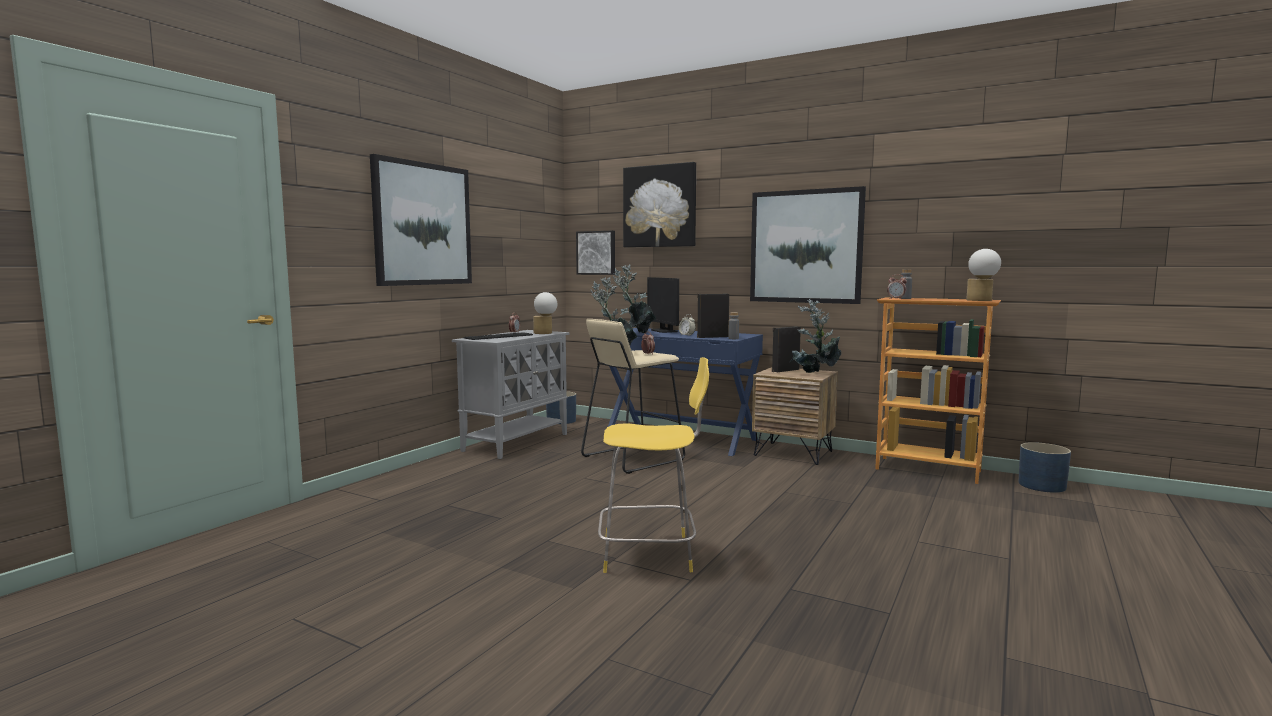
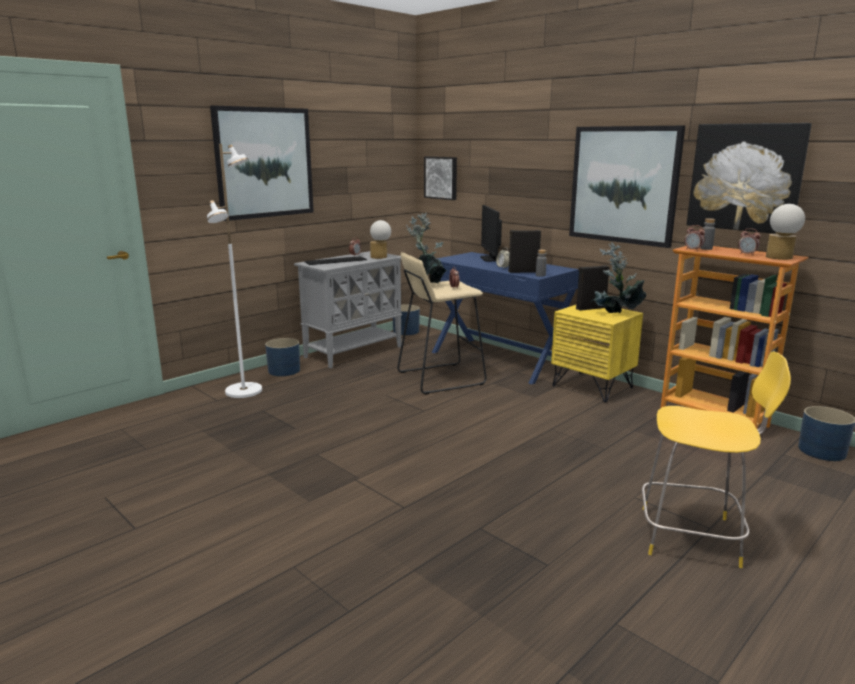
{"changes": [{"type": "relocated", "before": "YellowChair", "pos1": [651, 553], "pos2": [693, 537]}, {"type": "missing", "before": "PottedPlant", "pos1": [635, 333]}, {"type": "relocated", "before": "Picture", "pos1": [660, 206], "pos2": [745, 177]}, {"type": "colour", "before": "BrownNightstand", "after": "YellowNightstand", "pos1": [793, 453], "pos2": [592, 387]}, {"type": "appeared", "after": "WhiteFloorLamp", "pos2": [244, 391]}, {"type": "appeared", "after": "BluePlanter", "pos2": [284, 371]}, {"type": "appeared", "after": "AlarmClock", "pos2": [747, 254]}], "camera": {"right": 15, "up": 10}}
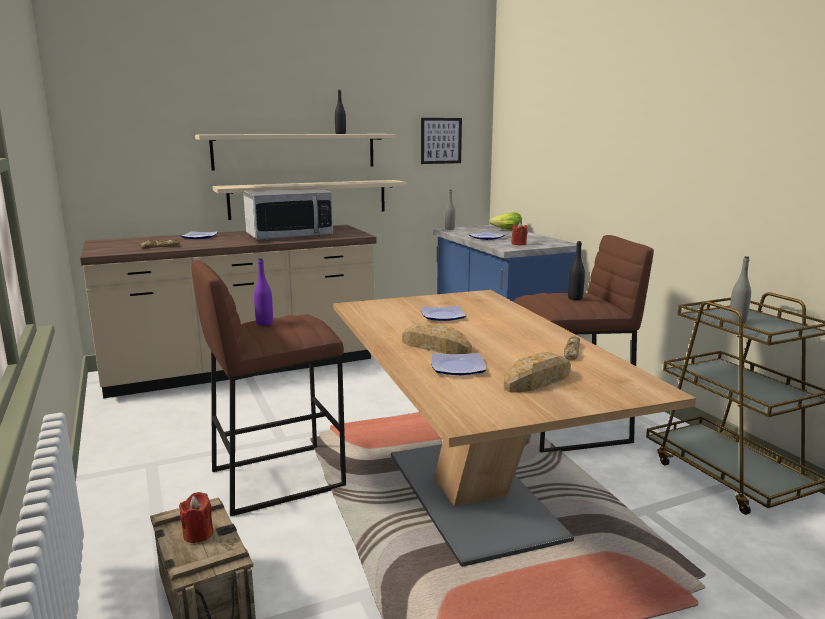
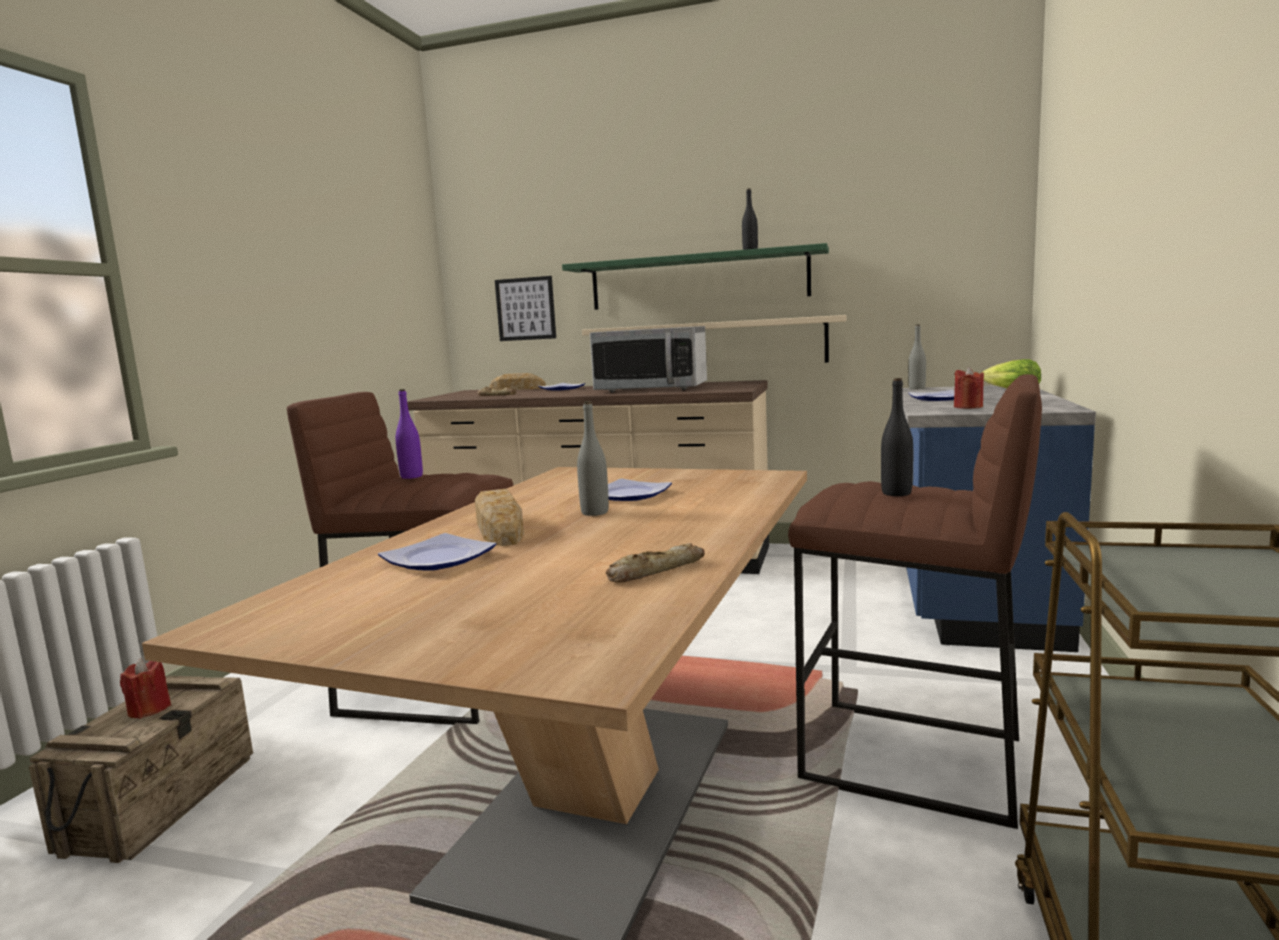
{"changes": [{"type": "colour", "before": "BeigeShelf", "after": "GreenShelf", "pos1": [295, 151], "pos2": [698, 280]}, {"type": "relocated", "before": "Picture", "pos1": [441, 140], "pos2": [525, 309]}, {"type": "relocated", "before": "Bread", "pos1": [538, 380], "pos2": [517, 389]}, {"type": "relocated", "before": "GreyBottle", "pos1": [737, 321], "pos2": [594, 512]}], "camera": {"right": 40, "up": -5}}
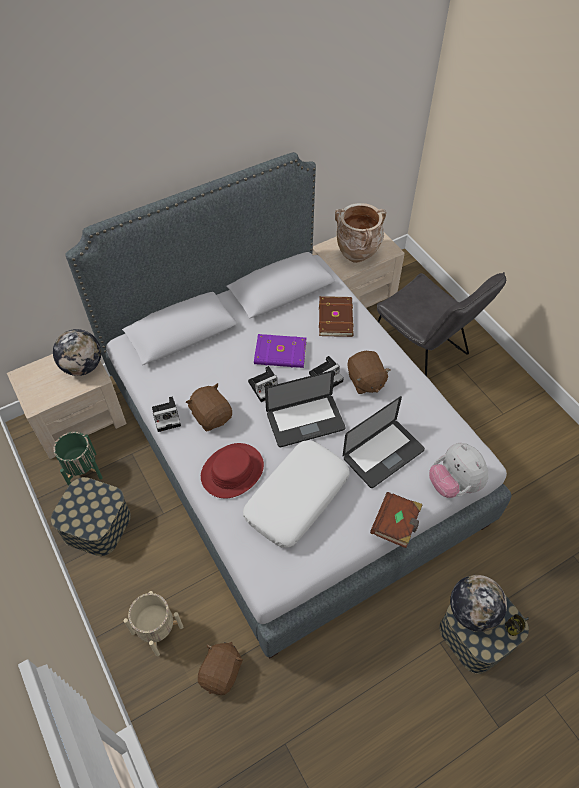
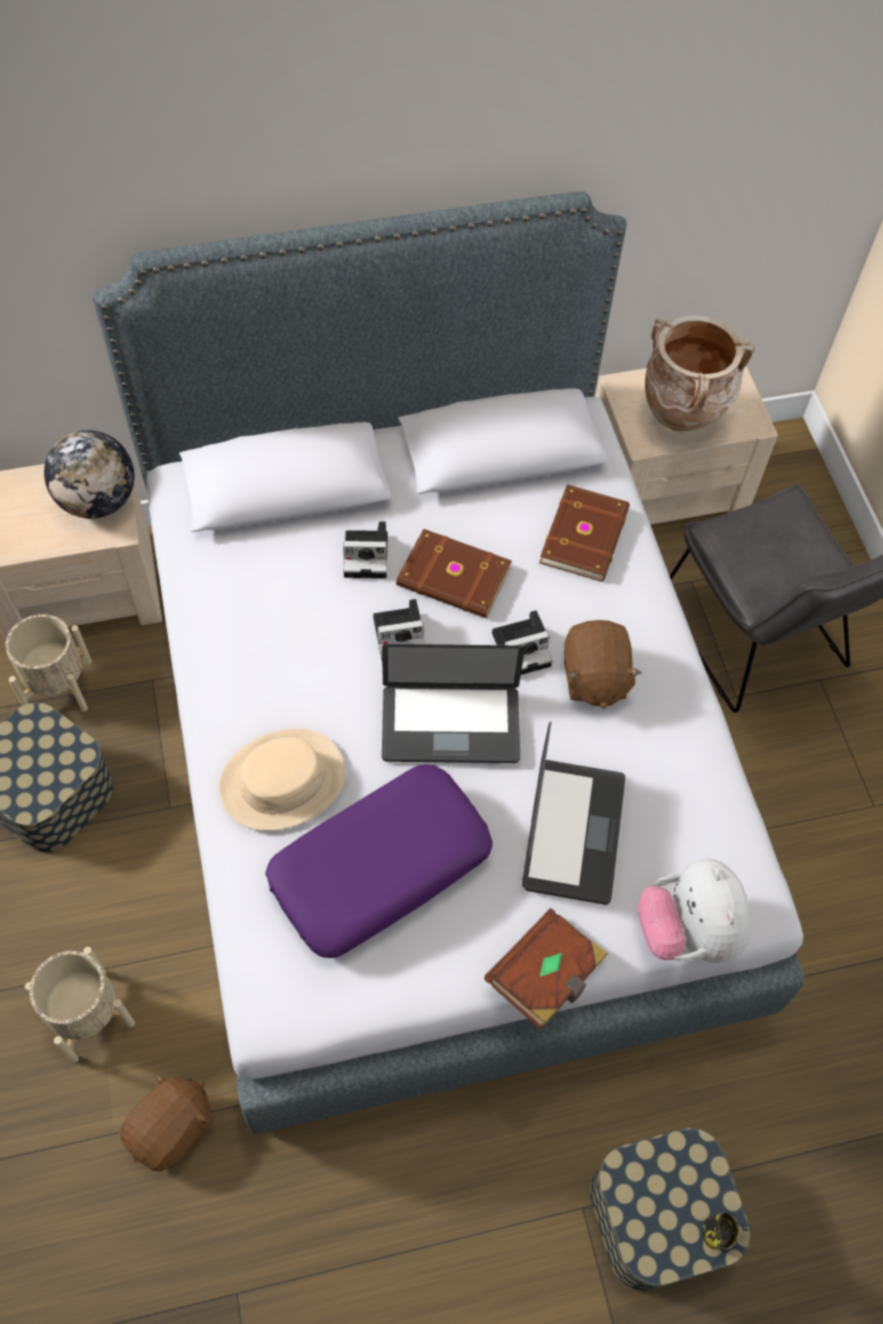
{"changes": [{"type": "colour", "before": "GreenPlanter", "after": "BeigePlanter", "pos1": [82, 470], "pos2": [58, 686]}, {"type": "relocated", "before": "PhotoCamera", "pos1": [167, 416], "pos2": [368, 555]}, {"type": "missing", "before": "BrownPlushToy", "pos1": [211, 416]}, {"type": "colour", "before": "RedHat", "after": "BeigeHat", "pos1": [232, 471], "pos2": [282, 780]}, {"type": "colour", "before": "WhitePillow", "after": "PurplePillow", "pos1": [296, 497], "pos2": [380, 866]}, {"type": "colour", "before": "PurpleBook", "after": "BrownBook", "pos1": [280, 354], "pos2": [453, 579]}, {"type": "spun", "before": "Laptop", "pos1": [383, 454], "pos2": [573, 832], "turn": -60}, {"type": "missing", "before": "Globe", "pos1": [472, 611]}], "camera": {"right": 15, "up": 5}}
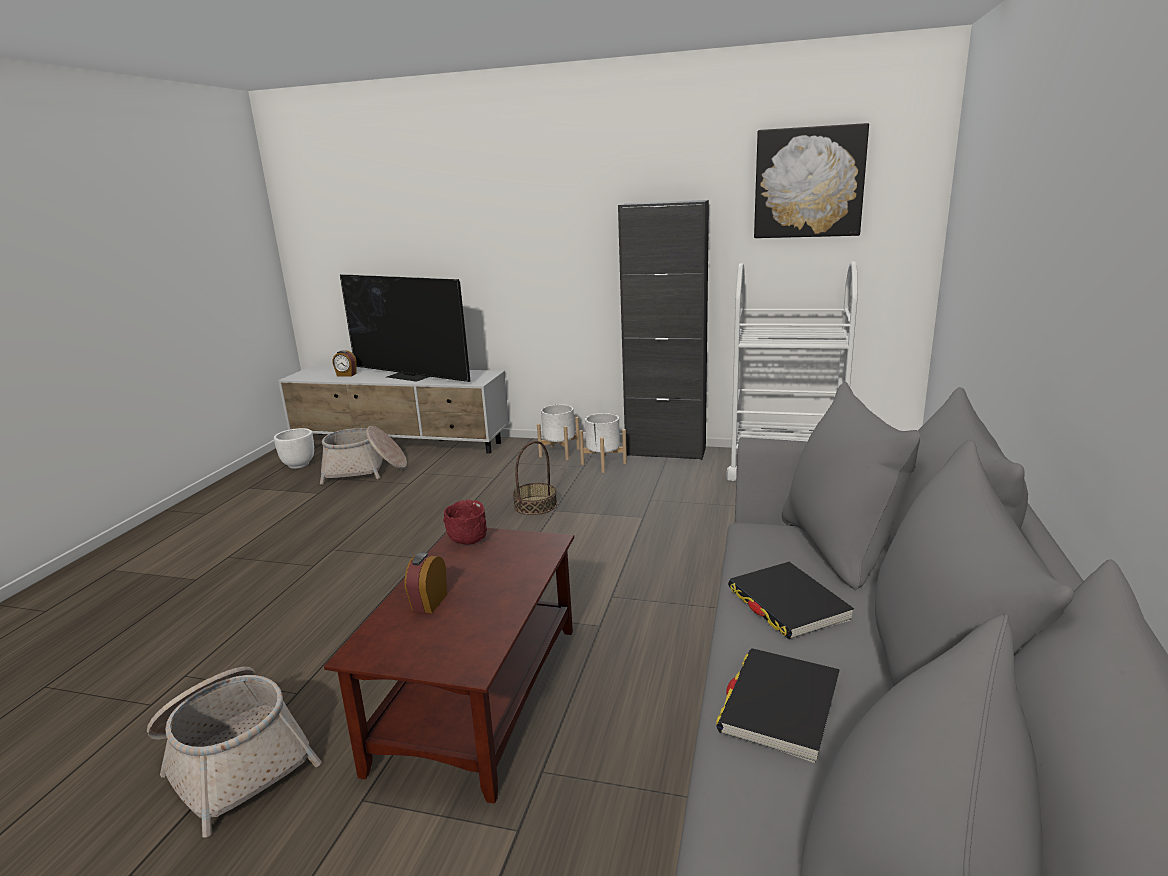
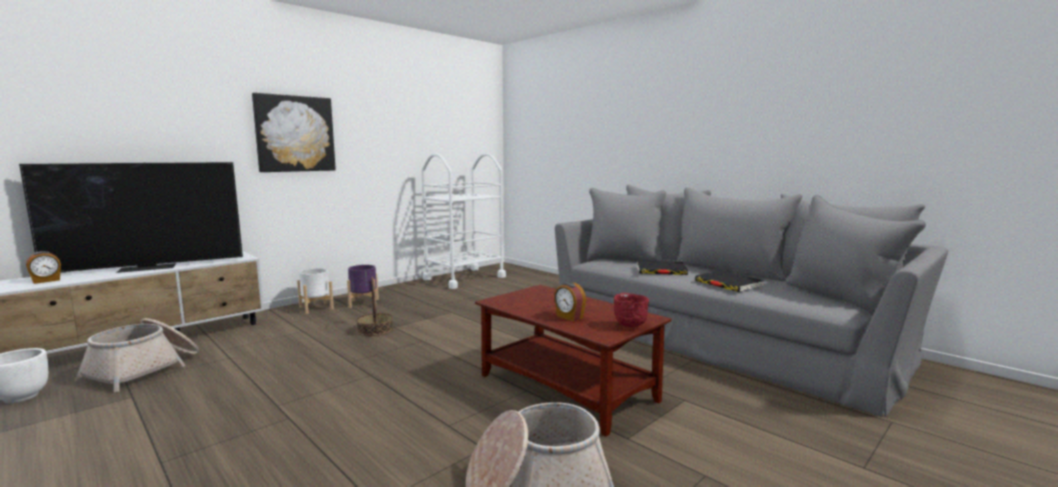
{"changes": [{"type": "relocated", "before": "RedBowl", "pos1": [468, 541], "pos2": [629, 326]}, {"type": "colour", "before": "WhitePlanter", "after": "PurplePlanter", "pos1": [603, 463], "pos2": [363, 303]}, {"type": "missing", "before": "BlackCabinet", "pos1": [665, 452]}, {"type": "relocated", "before": "Picture", "pos1": [808, 183], "pos2": [295, 134]}], "camera": {"right": -60, "up": -10}}
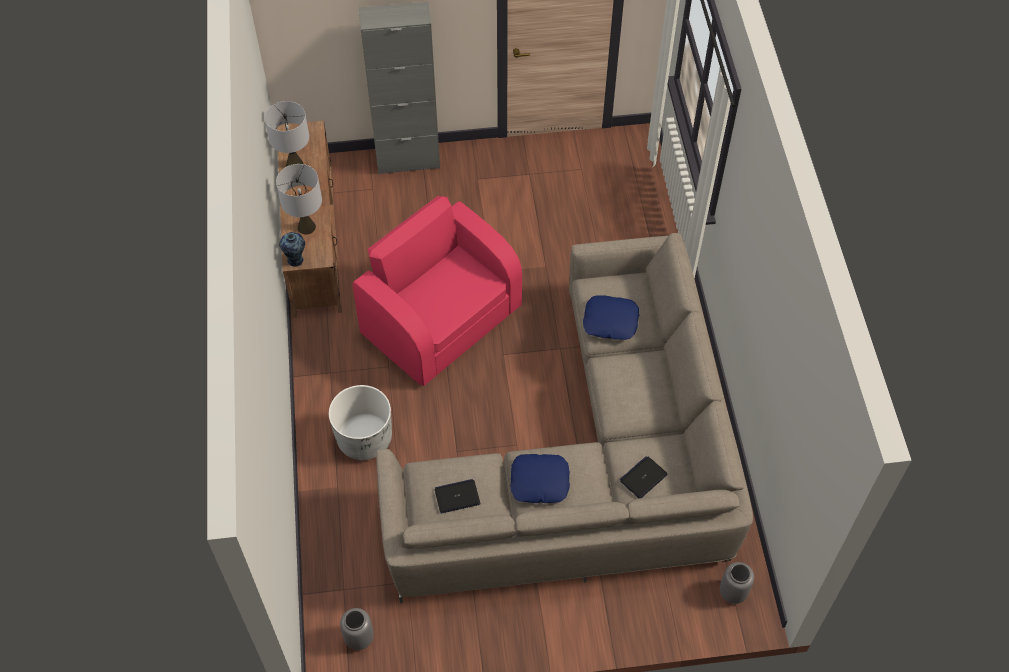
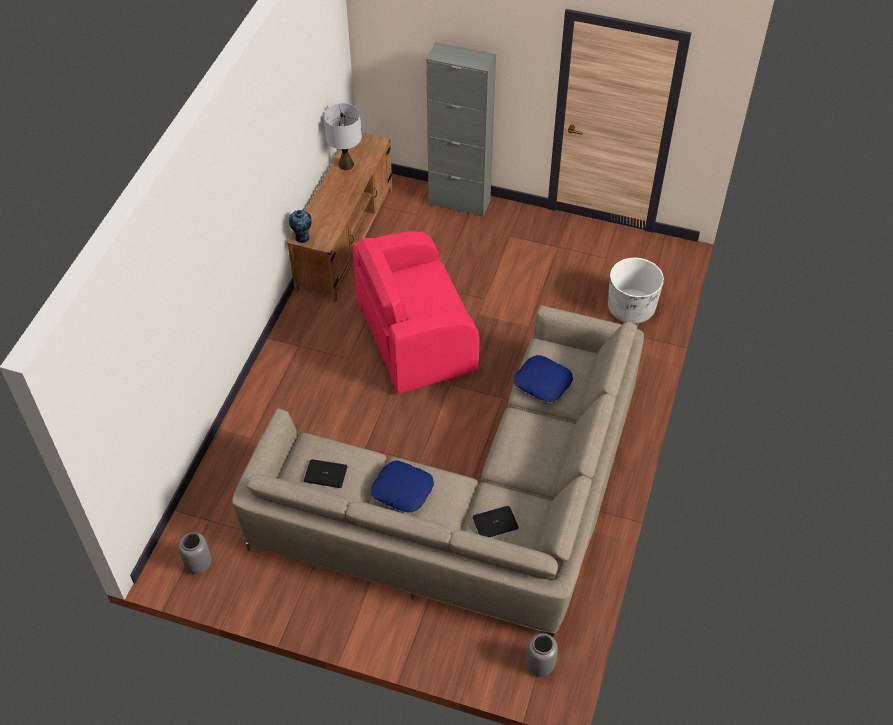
{"changes": [{"type": "missing", "before": "GreyTableLamp", "pos1": [306, 227]}, {"type": "relocated", "before": "WhitePlanter", "pos1": [364, 438], "pos2": [631, 308]}, {"type": "spun", "before": "PinkArmchair", "pos1": [441, 319], "pos2": [414, 337], "turn": -90}], "camera": {"right": 25, "up": -5}}
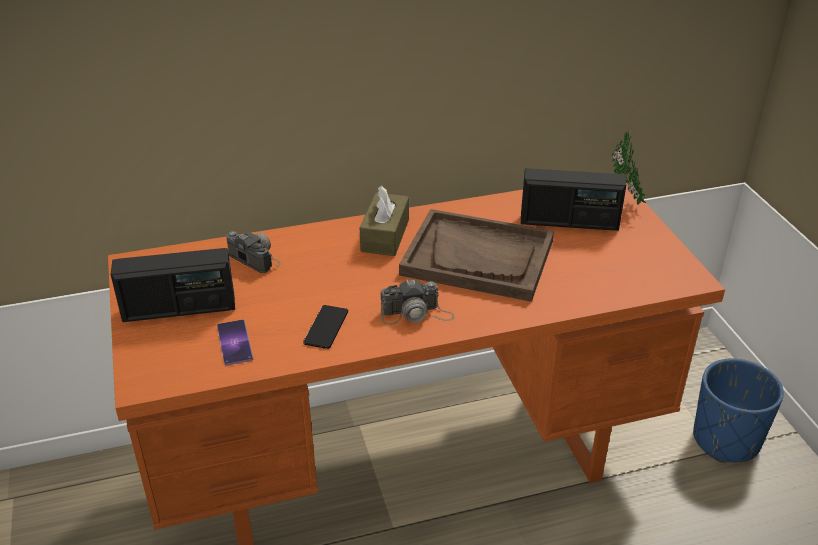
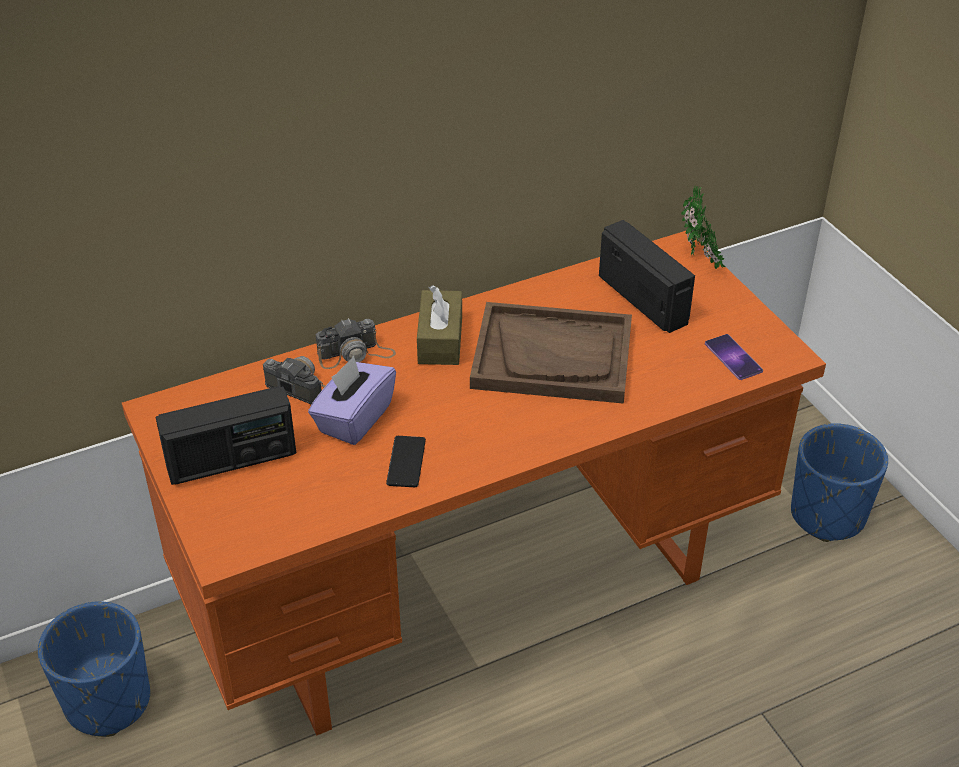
{"changes": [{"type": "relocated", "before": "Phone", "pos1": [234, 342], "pos2": [733, 357]}, {"type": "relocated", "before": "PhotoCamera", "pos1": [416, 314], "pos2": [355, 354]}, {"type": "spun", "before": "Radio", "pos1": [569, 222], "pos2": [643, 299], "turn": -120}, {"type": "appeared", "after": "BluePlanter", "pos2": [108, 701]}, {"type": "appeared", "after": "PurpleTissueBox", "pos2": [354, 419]}], "camera": {"right": -10, "up": 5}}
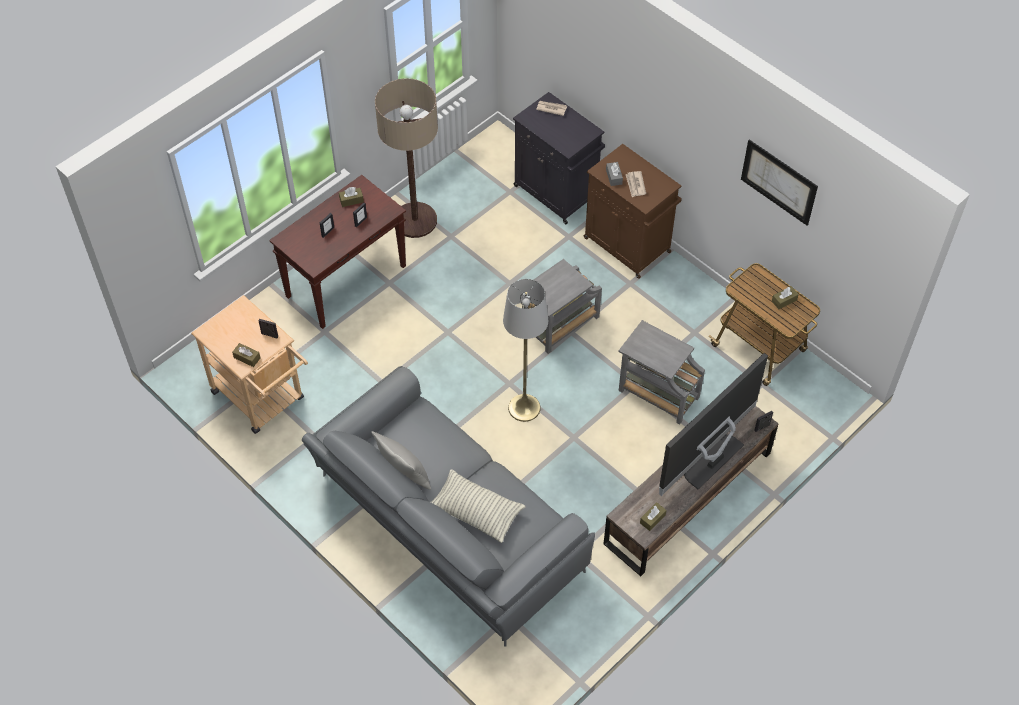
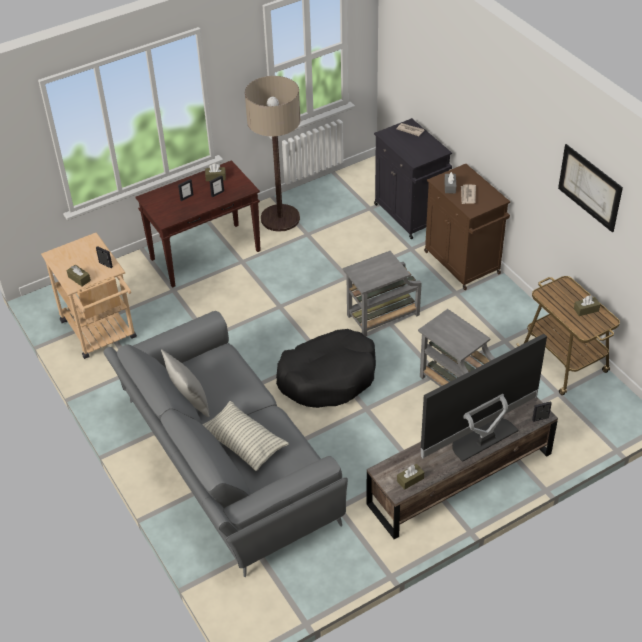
{"changes": [{"type": "exchanged", "before": "GreyFloorLamp", "after": "BlackDogBed", "pos1": [524, 408], "pos2": [328, 377]}], "camera": {"right": 15, "up": -10}}
